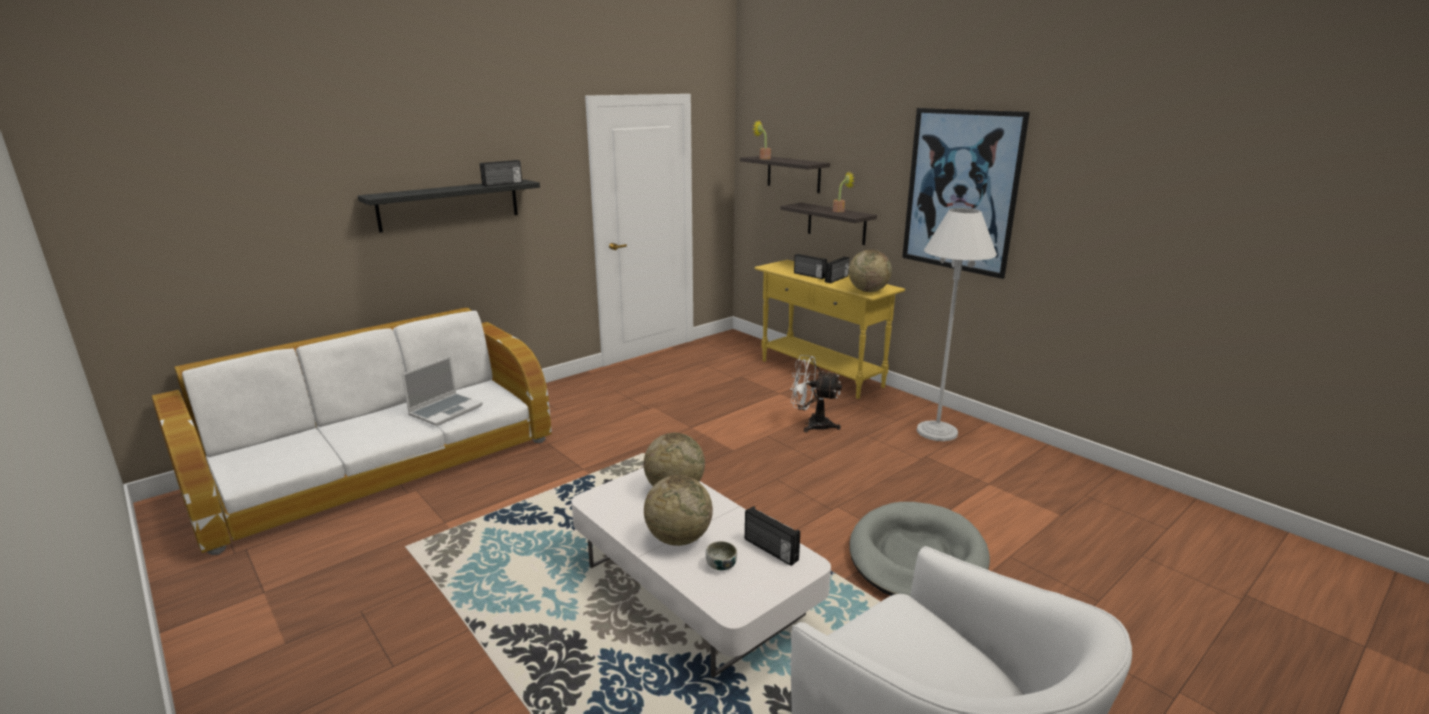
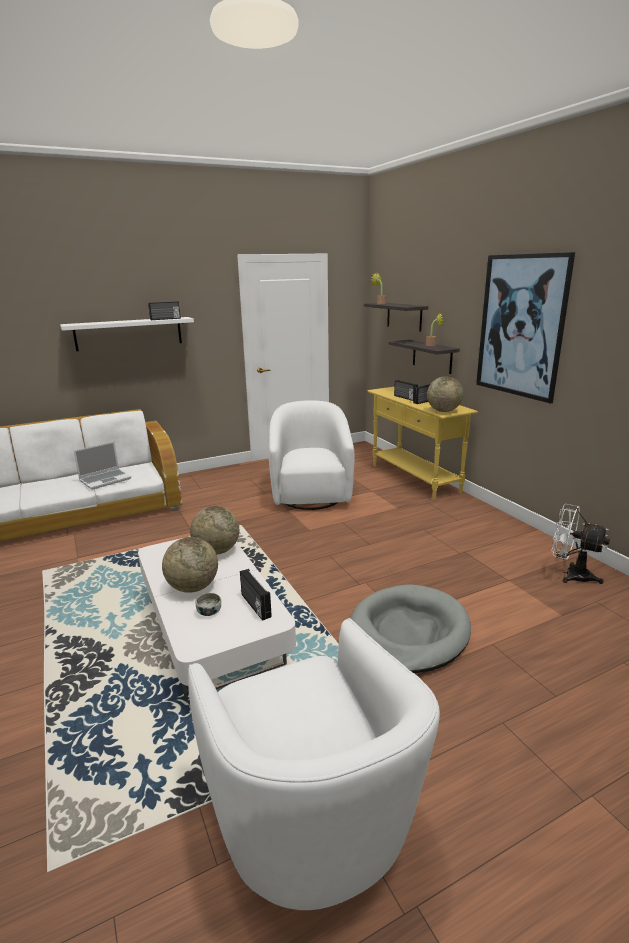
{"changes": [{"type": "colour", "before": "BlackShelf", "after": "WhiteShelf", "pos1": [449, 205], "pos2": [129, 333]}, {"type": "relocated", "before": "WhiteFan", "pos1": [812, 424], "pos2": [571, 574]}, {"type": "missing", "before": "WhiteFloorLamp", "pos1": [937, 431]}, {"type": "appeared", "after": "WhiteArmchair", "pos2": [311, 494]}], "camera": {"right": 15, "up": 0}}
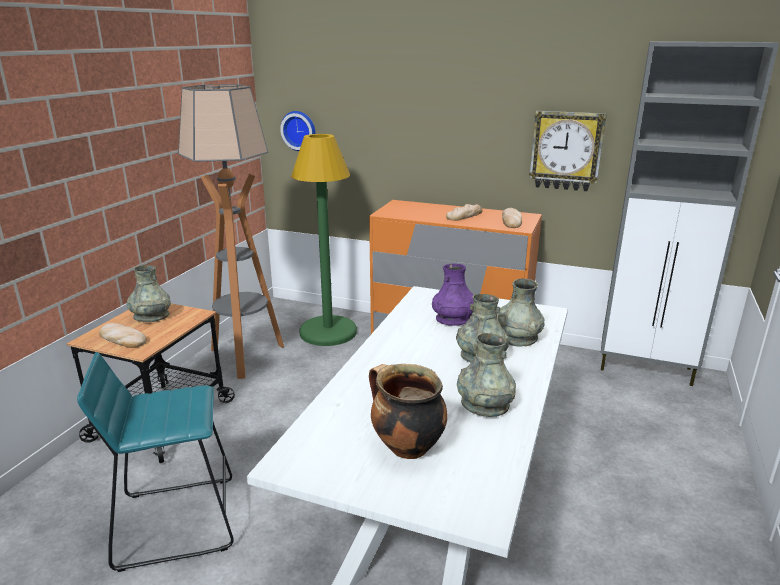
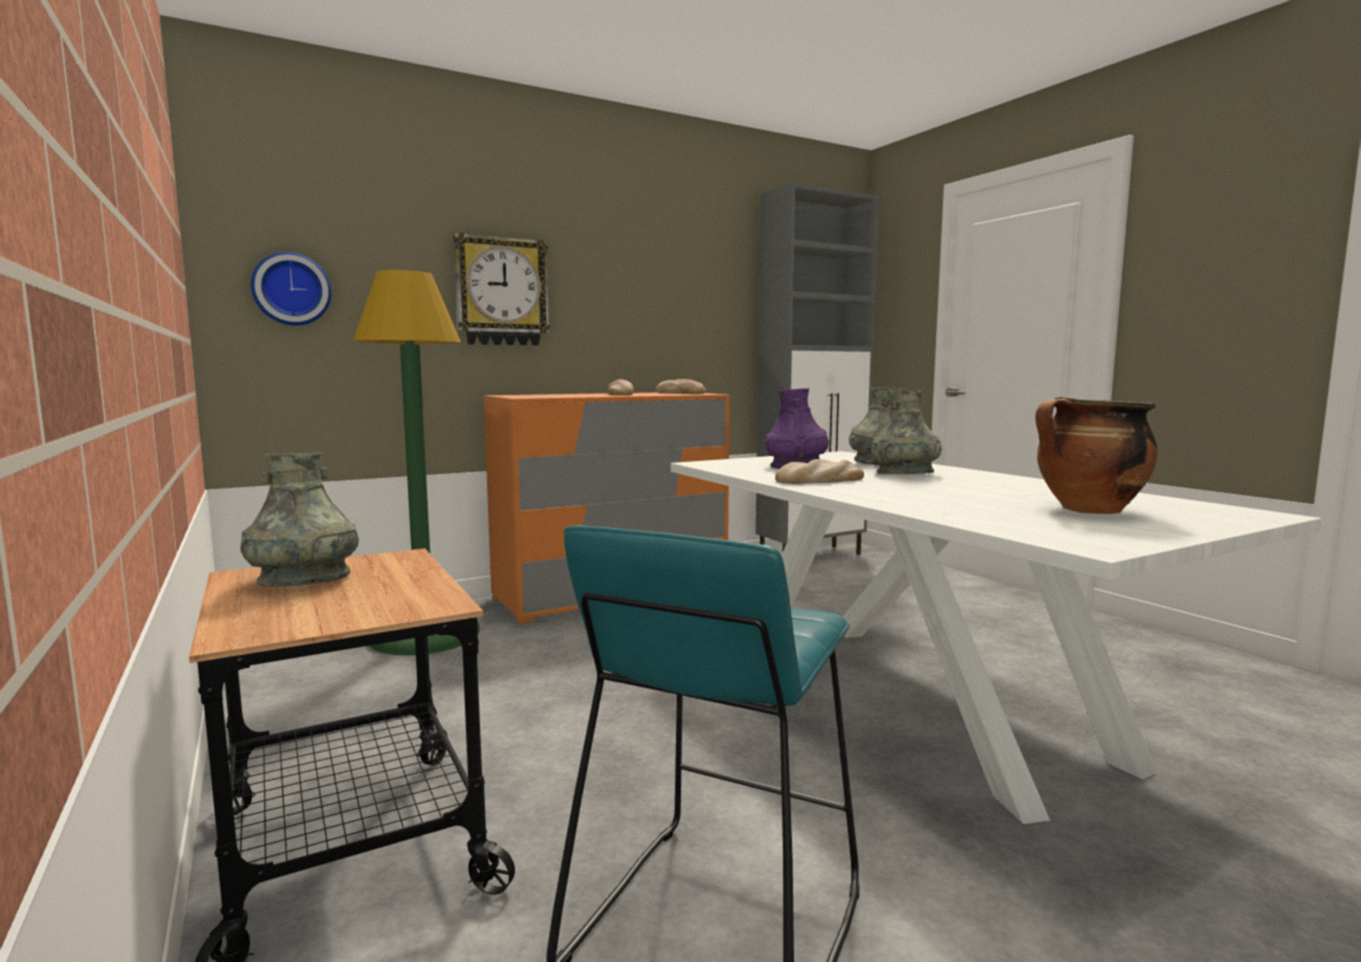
{"changes": [{"type": "relocated", "before": "Bread", "pos1": [122, 339], "pos2": [819, 480]}, {"type": "missing", "before": "FloorLamp", "pos1": [246, 357]}, {"type": "missing", "before": "GreyVase", "pos1": [484, 405]}, {"type": "relocated", "before": "WallClock", "pos1": [566, 151], "pos2": [501, 292]}], "camera": {"right": -50, "up": -15}}
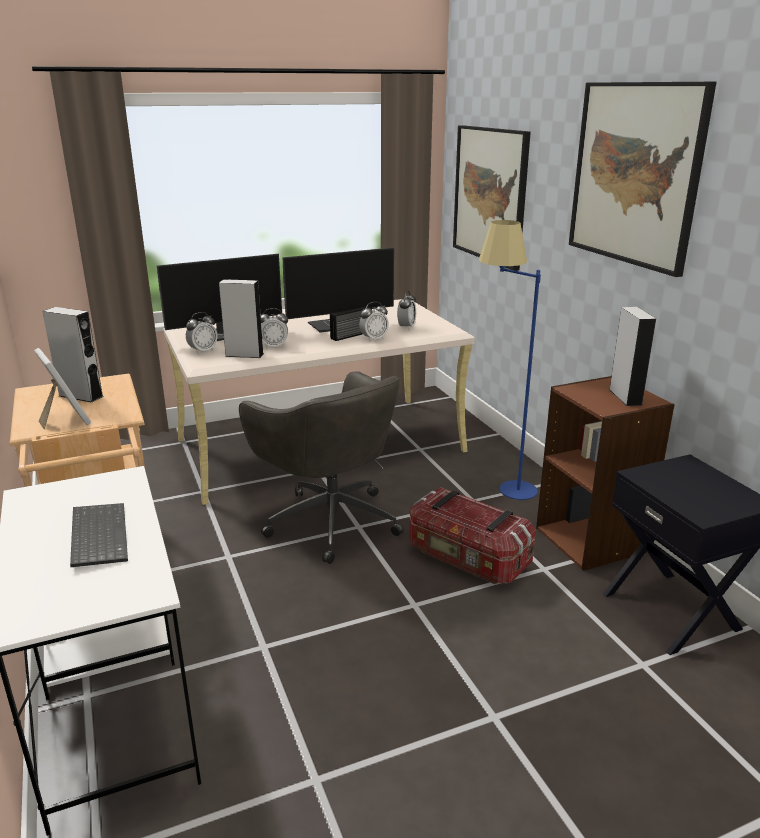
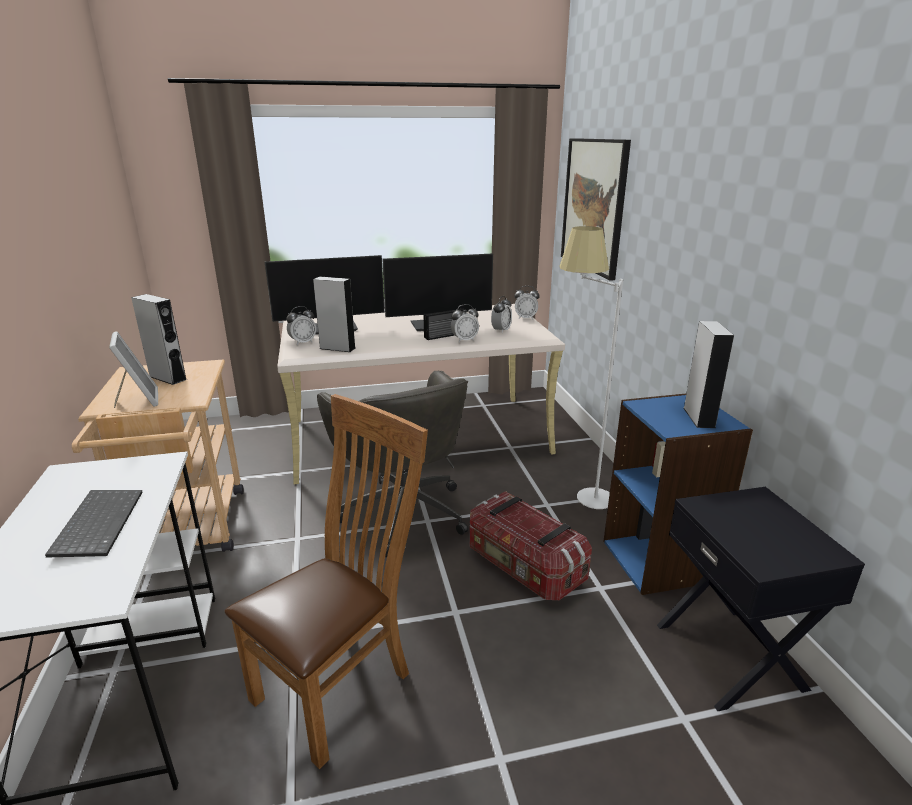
{"changes": [{"type": "relocated", "before": "AlarmClock", "pos1": [274, 346], "pos2": [525, 318]}, {"type": "colour", "before": "BlueFloorLamp", "after": "WhiteFloorLamp", "pos1": [501, 491], "pos2": [578, 498]}, {"type": "colour", "before": "BrownBookcase", "after": "BlueBookcase", "pos1": [591, 540], "pos2": [658, 560]}, {"type": "missing", "before": "Picture", "pos1": [635, 174]}, {"type": "appeared", "after": "BrownChair", "pos2": [341, 683]}], "camera": {"right": 10, "up": 0}}
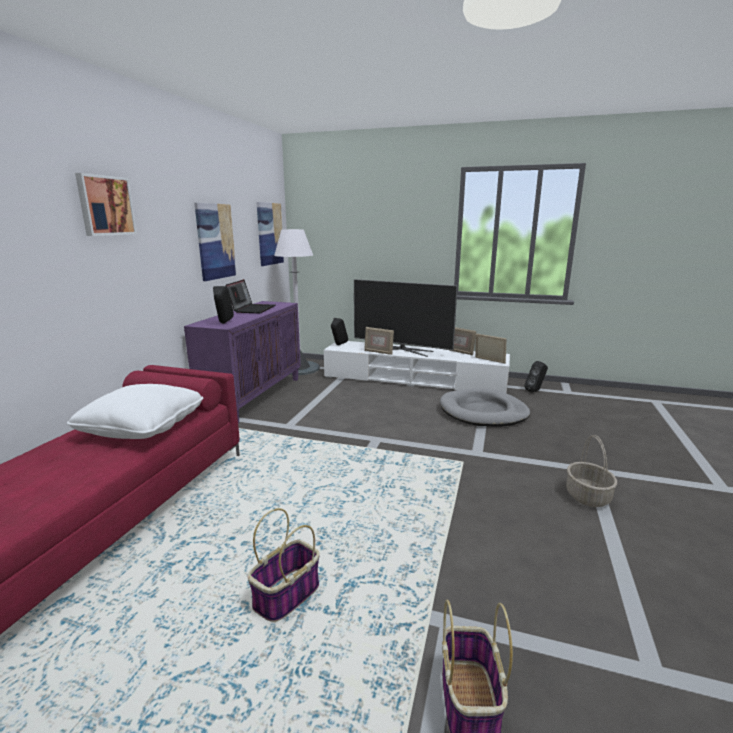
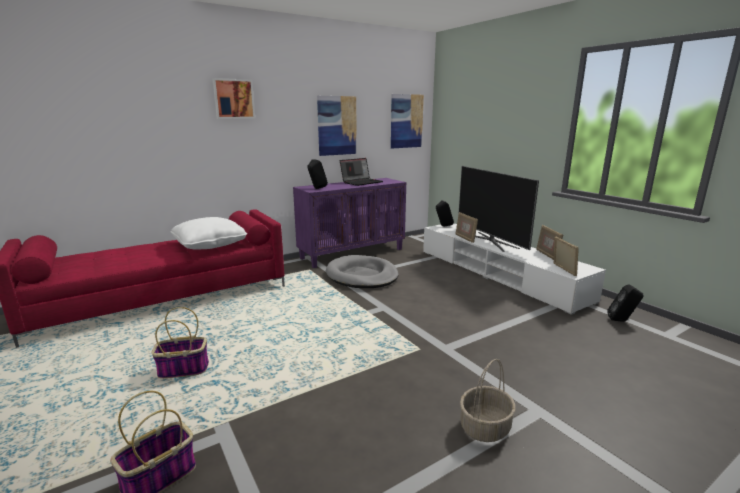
{"changes": [{"type": "missing", "before": "WhiteFloorLamp", "pos1": [299, 368]}, {"type": "relocated", "before": "GreyDogBed", "pos1": [483, 412], "pos2": [362, 275]}], "camera": {"right": 40, "up": 0}}
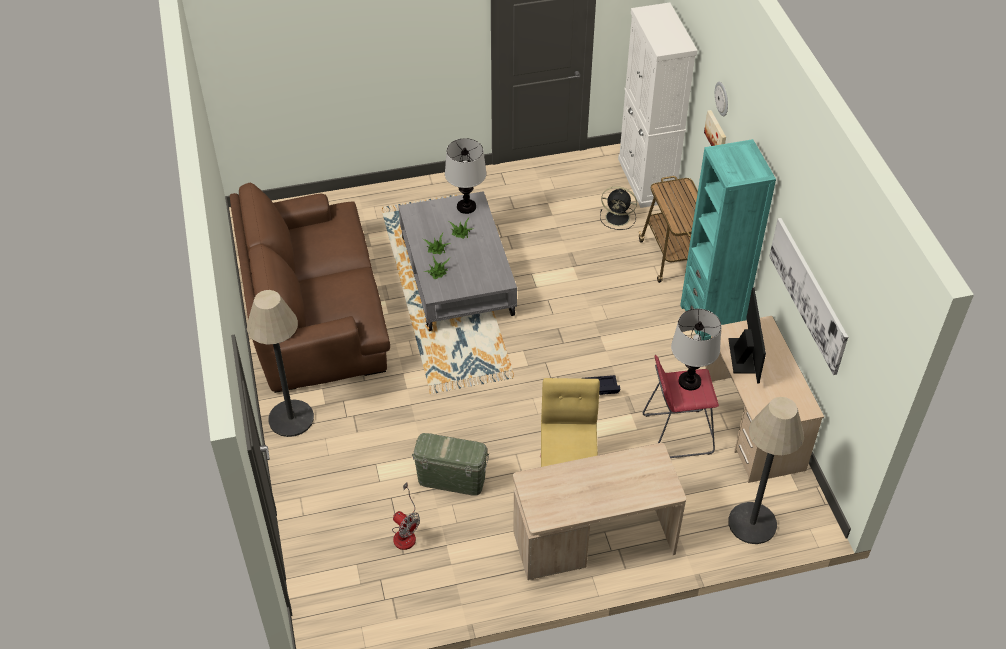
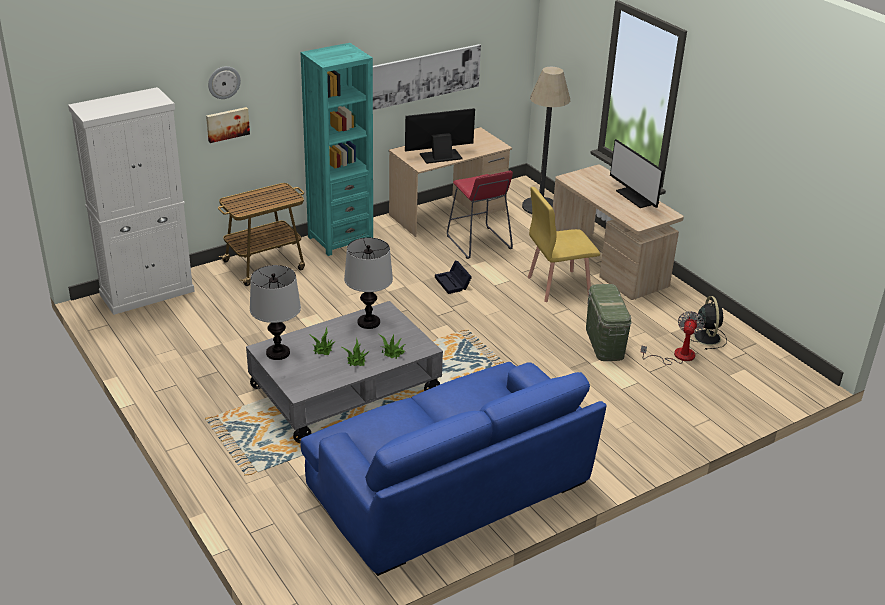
{"changes": [{"type": "colour", "before": "BrownSofa", "after": "BlueSofa", "pos1": [313, 310], "pos2": [450, 486]}, {"type": "missing", "before": "FloorLamp", "pos1": [291, 418]}, {"type": "relocated", "before": "BlackFan", "pos1": [618, 218], "pos2": [706, 336]}, {"type": "relocated", "before": "TableLamp", "pos1": [690, 381], "pos2": [368, 322]}, {"type": "appeared", "after": "Monitor", "pos2": [636, 197]}], "camera": {"right": -110, "up": -15}}
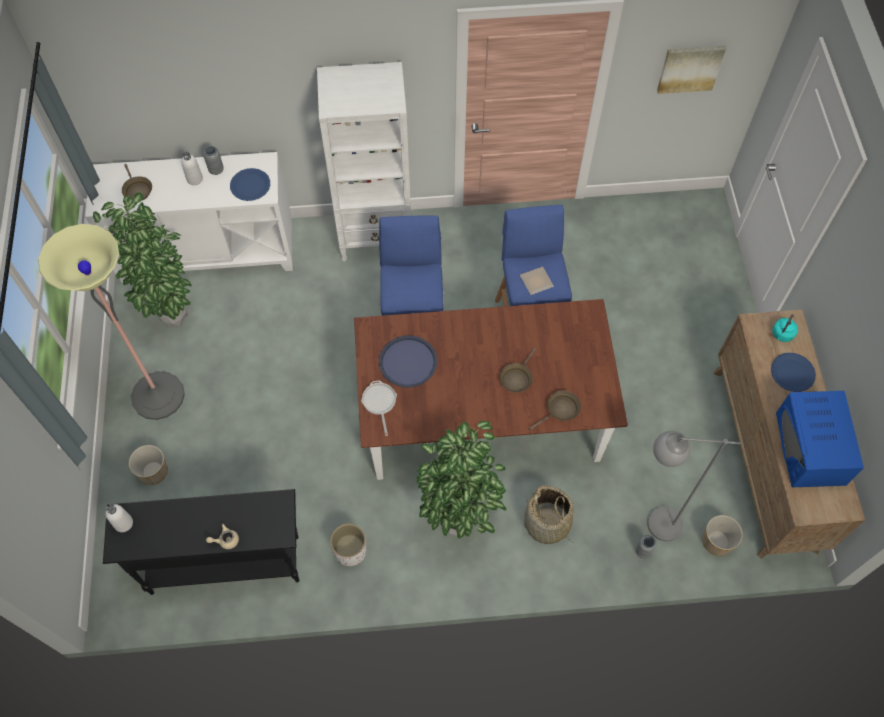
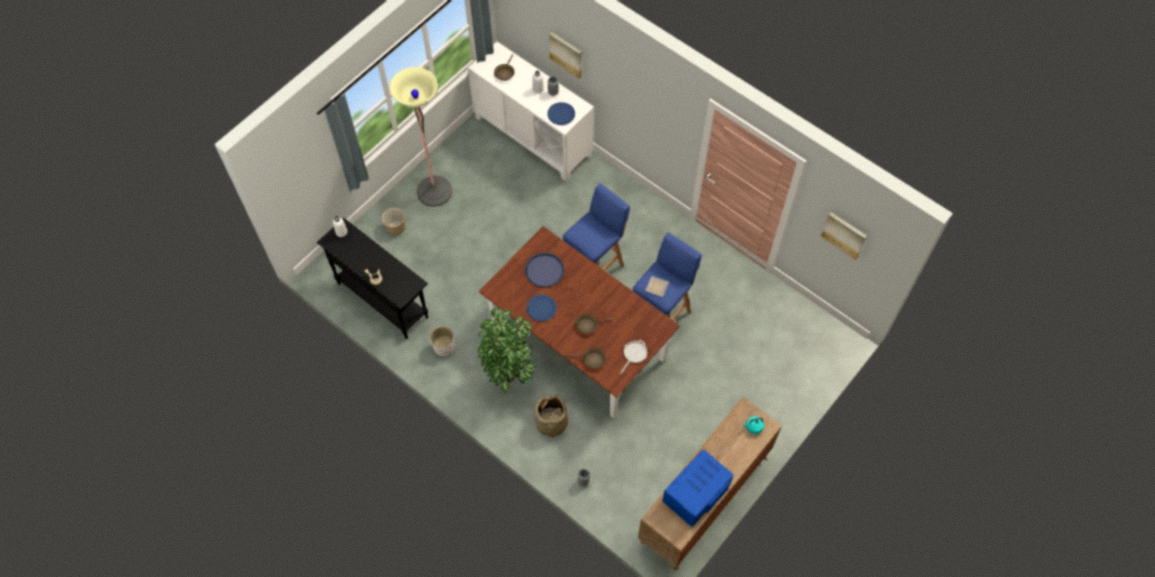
{"changes": [{"type": "missing", "before": "PottedPlant", "pos1": [172, 316]}, {"type": "missing", "before": "WhiteBookcase", "pos1": [376, 237]}, {"type": "relocated", "before": "FryingPan", "pos1": [379, 402], "pos2": [634, 354]}, {"type": "missing", "before": "GreyFloorLamp", "pos1": [651, 523]}, {"type": "missing", "before": "Planter", "pos1": [716, 541]}, {"type": "relocated", "before": "BluePlate", "pos1": [792, 373], "pos2": [541, 308]}, {"type": "appeared", "after": "Picture", "pos2": [566, 54]}], "camera": {"right": 45, "up": 0}}
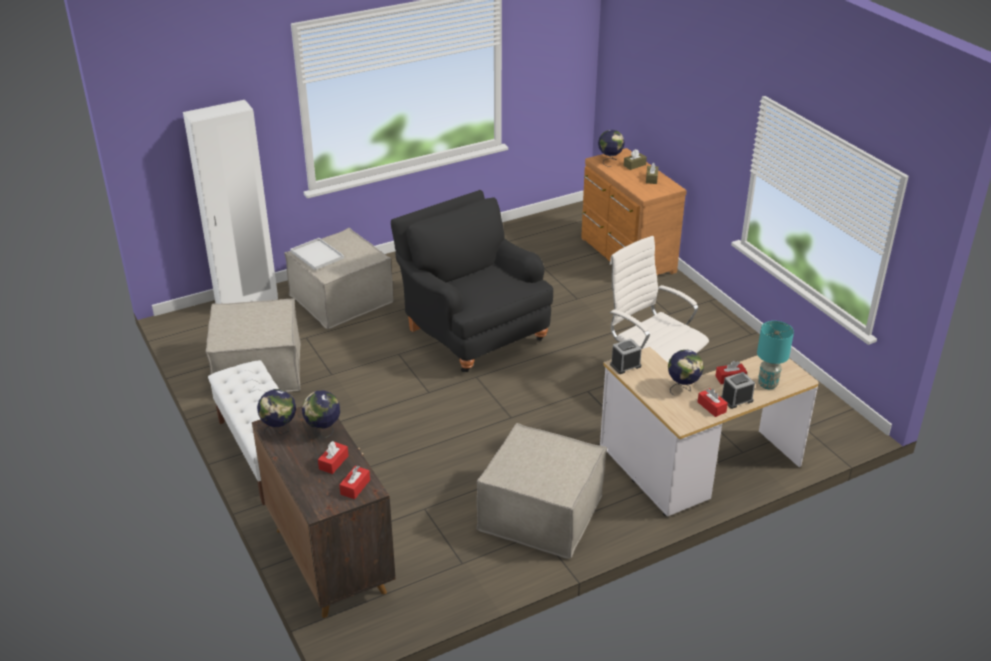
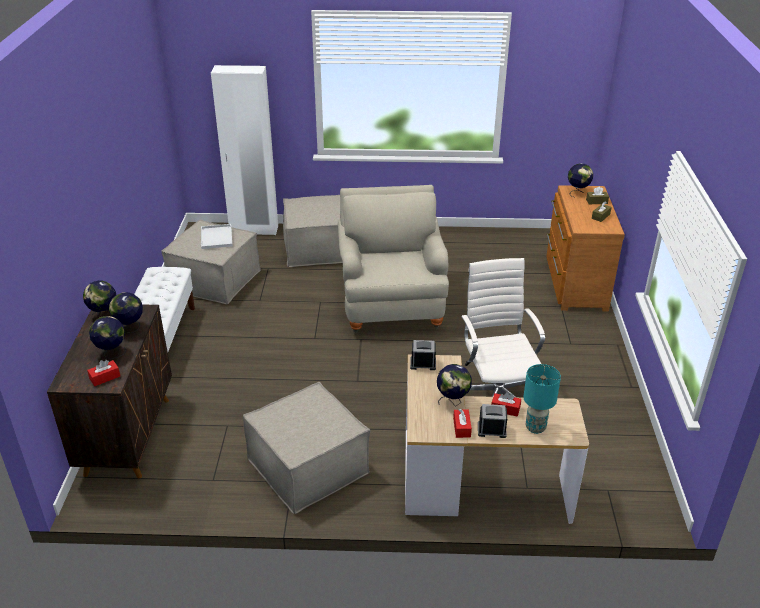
{"changes": [{"type": "relocated", "before": "WhiteTray", "pos1": [318, 255], "pos2": [217, 237]}, {"type": "exchanged", "before": "RedTissueBox", "after": "Globe", "pos1": [333, 462], "pos2": [111, 353]}, {"type": "colour", "before": "BlackArmchair", "after": "BeigeArmchair", "pos1": [472, 331], "pos2": [391, 303]}], "camera": {"right": 30, "up": 0}}
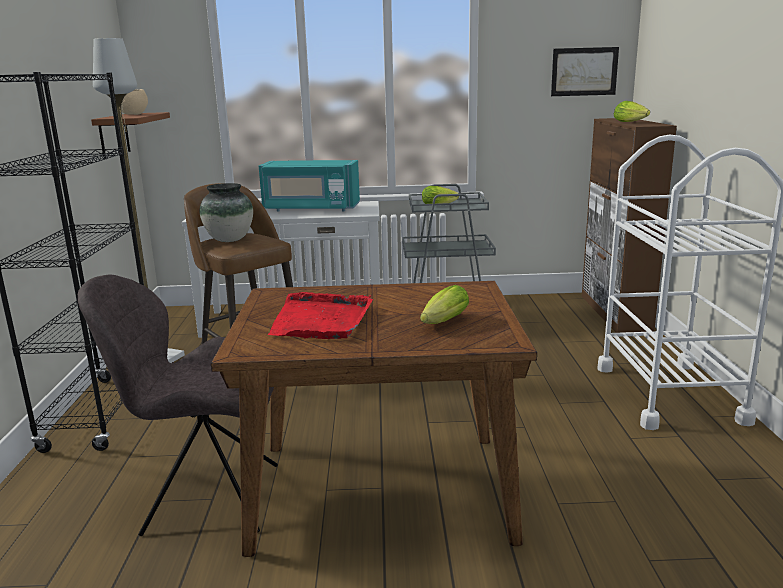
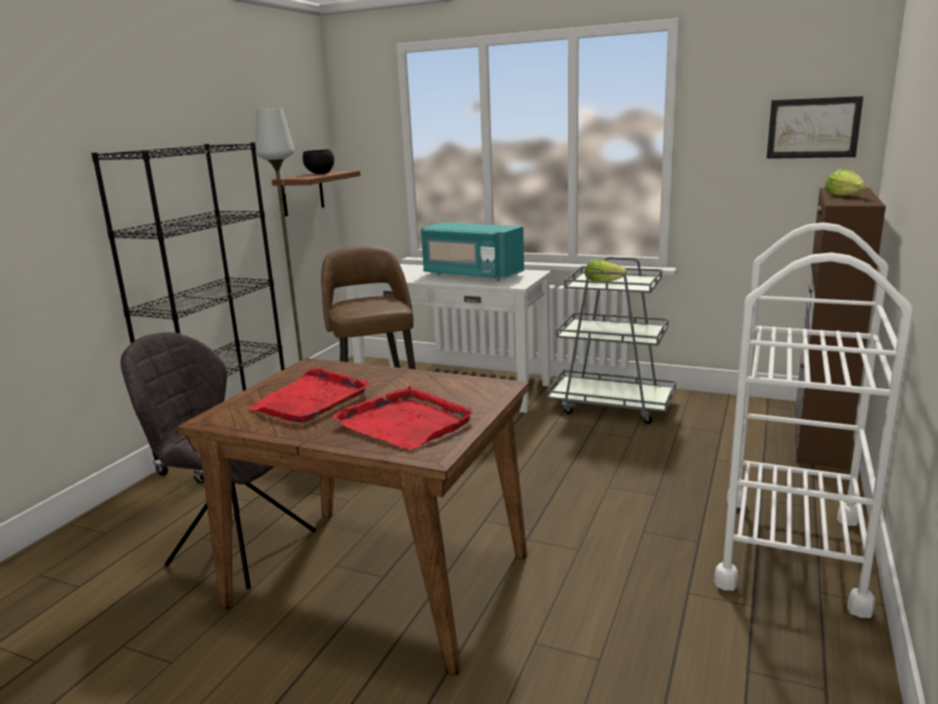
{"changes": [{"type": "colour", "before": "BeigeBowl", "after": "BlackBowl", "pos1": [133, 114], "pos2": [320, 173]}, {"type": "missing", "before": "Vase", "pos1": [229, 240]}, {"type": "exchanged", "before": "Lettuce", "after": "RedTray", "pos1": [442, 323], "pos2": [405, 422]}], "camera": {"right": 25, "up": 0}}
